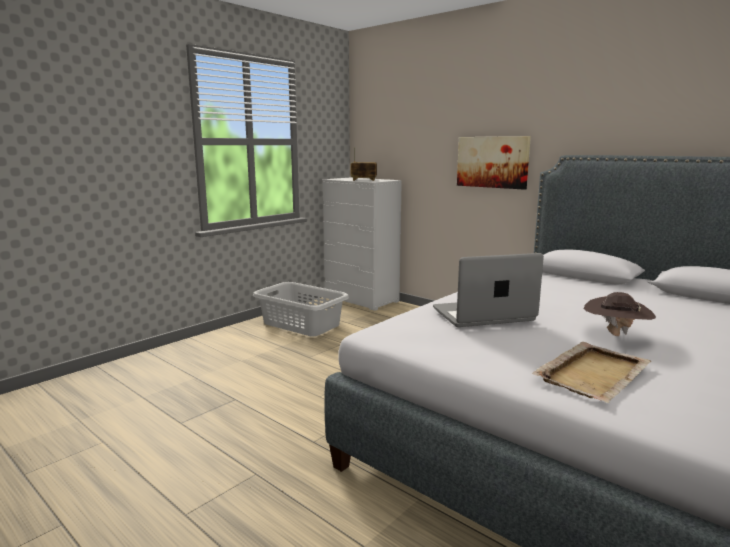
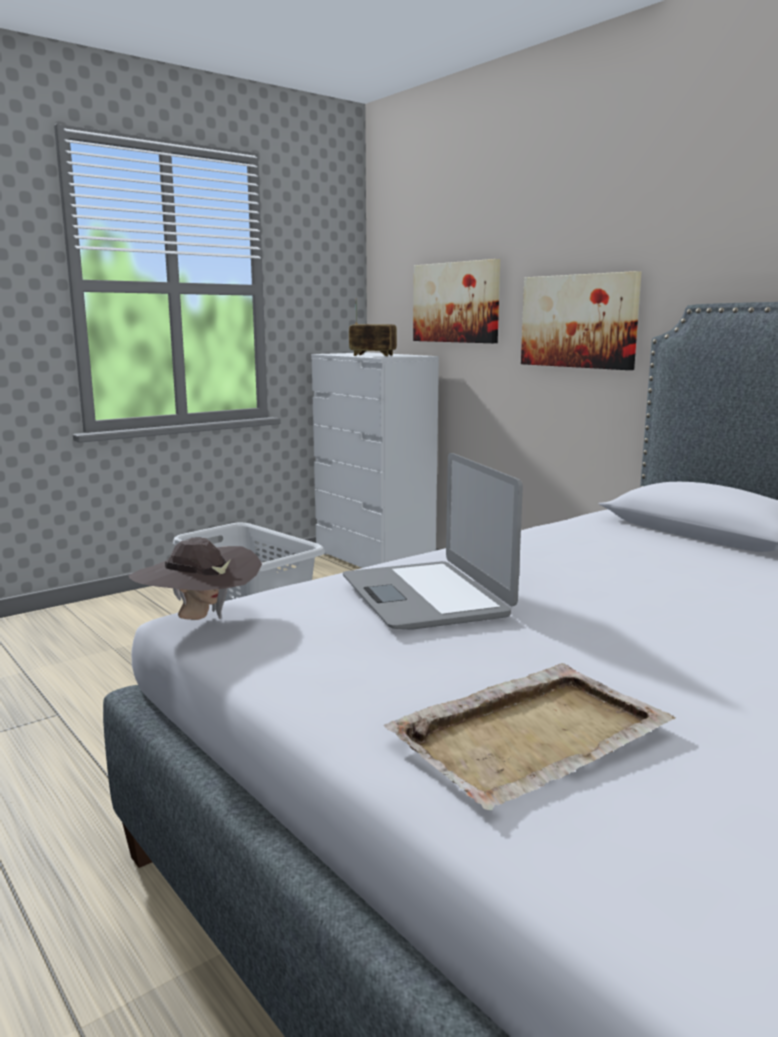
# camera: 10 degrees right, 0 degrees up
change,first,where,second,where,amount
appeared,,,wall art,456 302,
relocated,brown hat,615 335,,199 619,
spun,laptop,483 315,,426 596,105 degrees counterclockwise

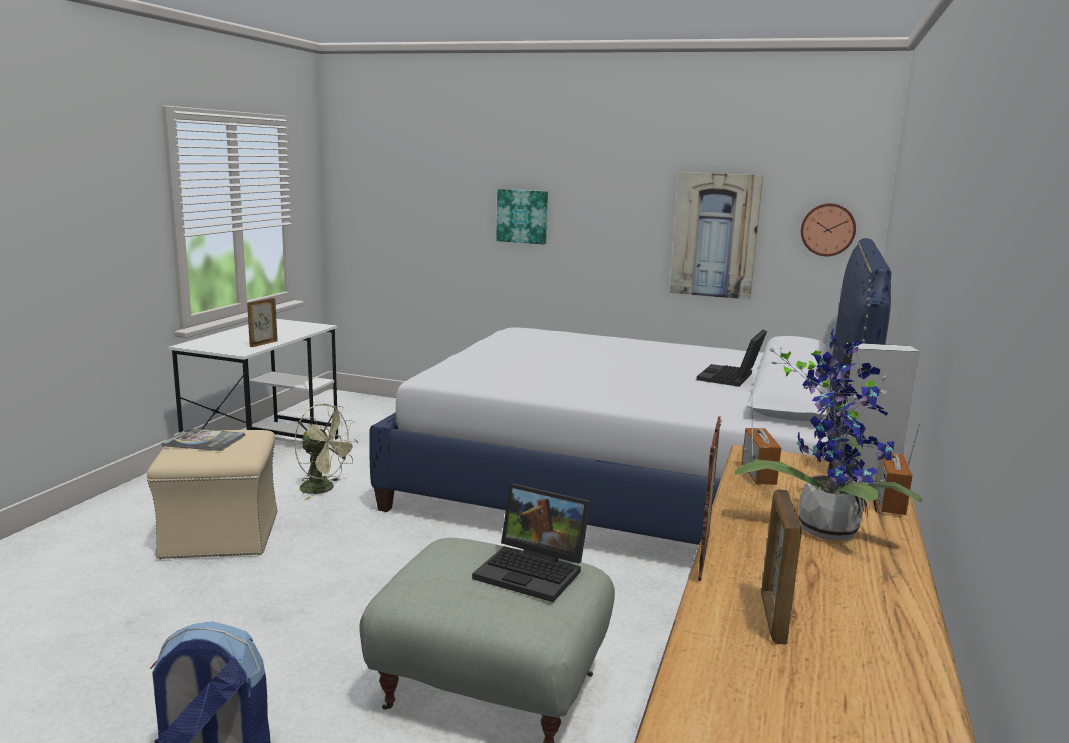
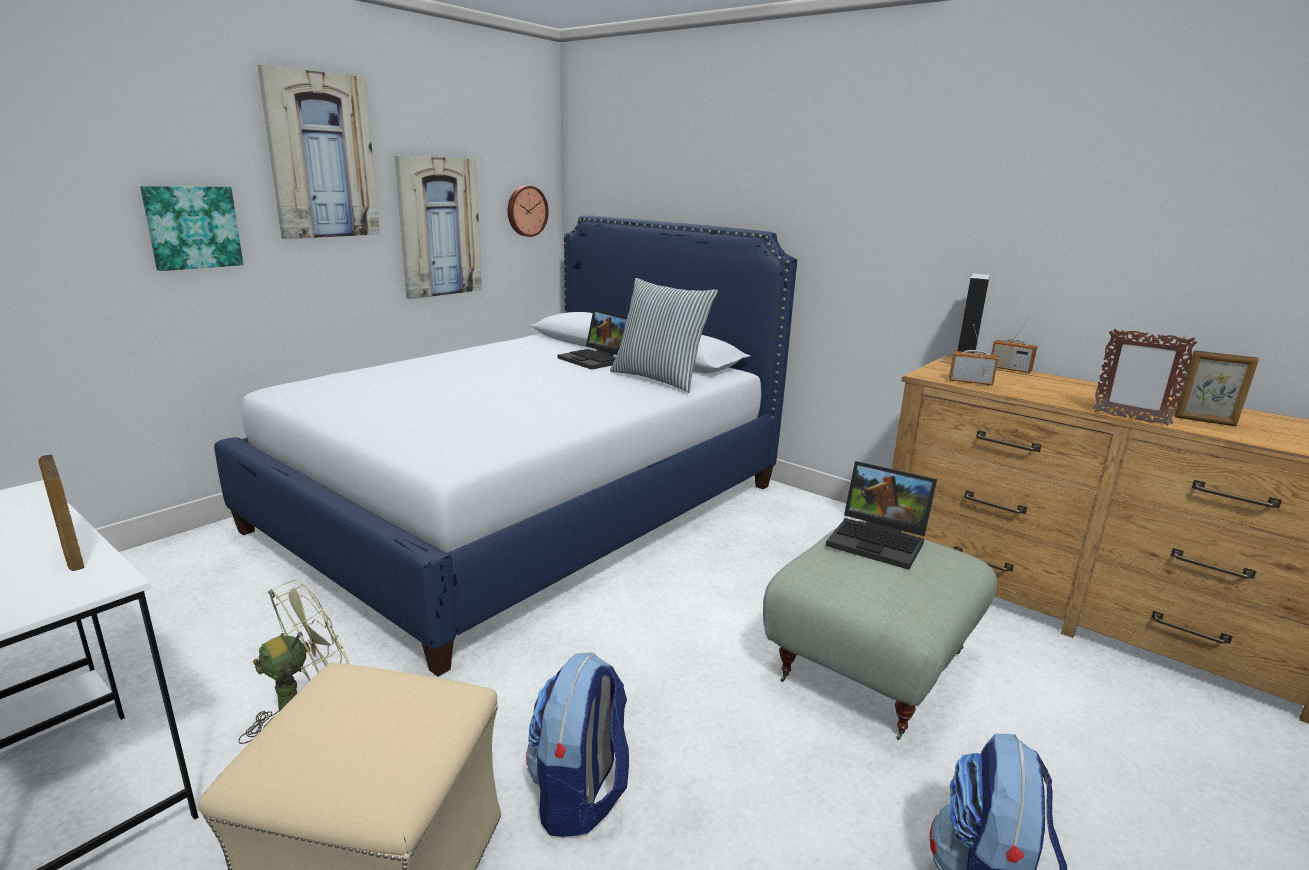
# camera: 70 degrees left, 5 degrees up
change,first,where,second,where,amount
missing,book,204 441,,,
missing,houseplant,825 526,,,
appeared,,,wall art,322 156,
appeared,,,rucksack,580 795,
appeared,,,cushion,659 379,
spun,laptop,534 571,,880 541,75 degrees clockwise

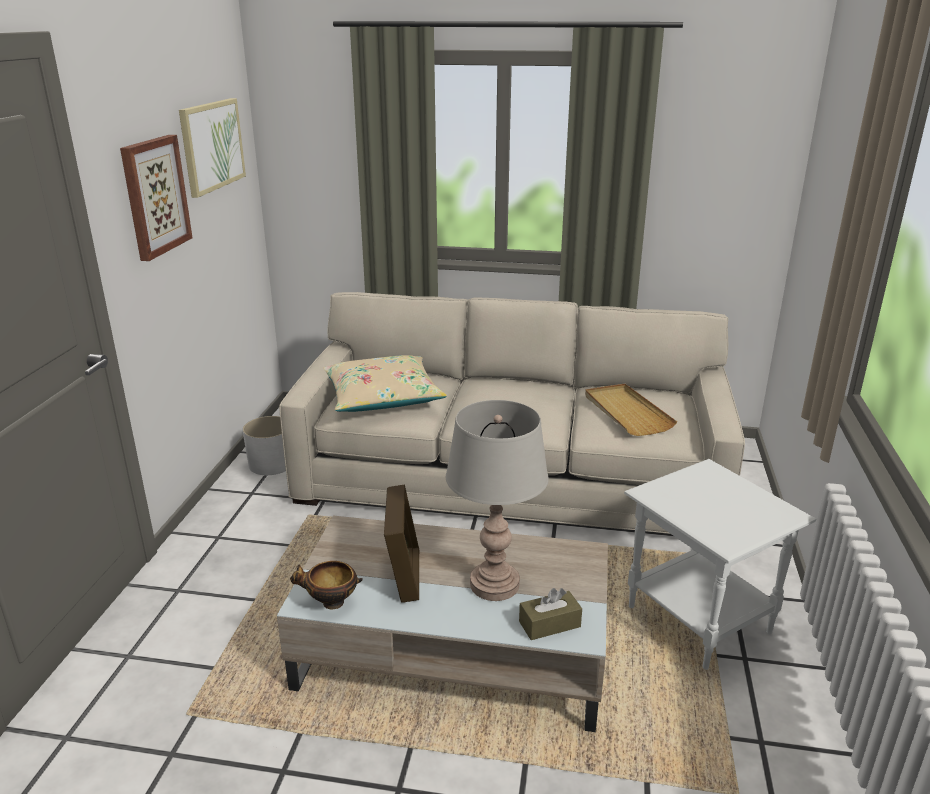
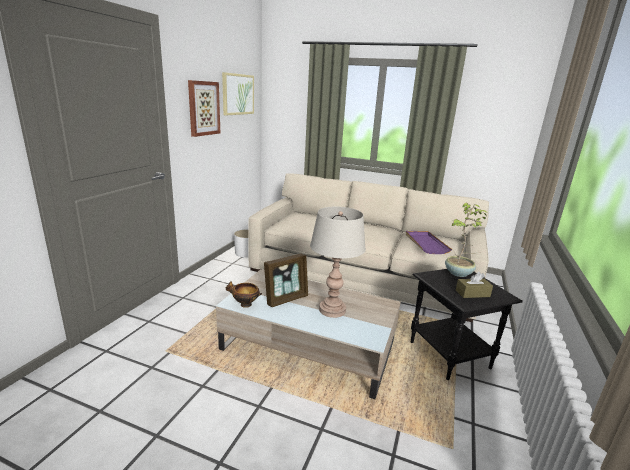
# camera: 10 degrees right, 5 degrees down
change,first,where,second,where,amount
missing,beige-coloured cushion,382 397,,,
appeared,,,houseplant,459 273,
relocated,brown box of tissues,549 624,,472 293,
colour,beige-coloured carrying tray,626 412,purple carrying tray,426 243,
colour,whitish side table,700 621,blackish side table,450 355,
spun,photo frame,404 576,,286 299,45 degrees clockwise

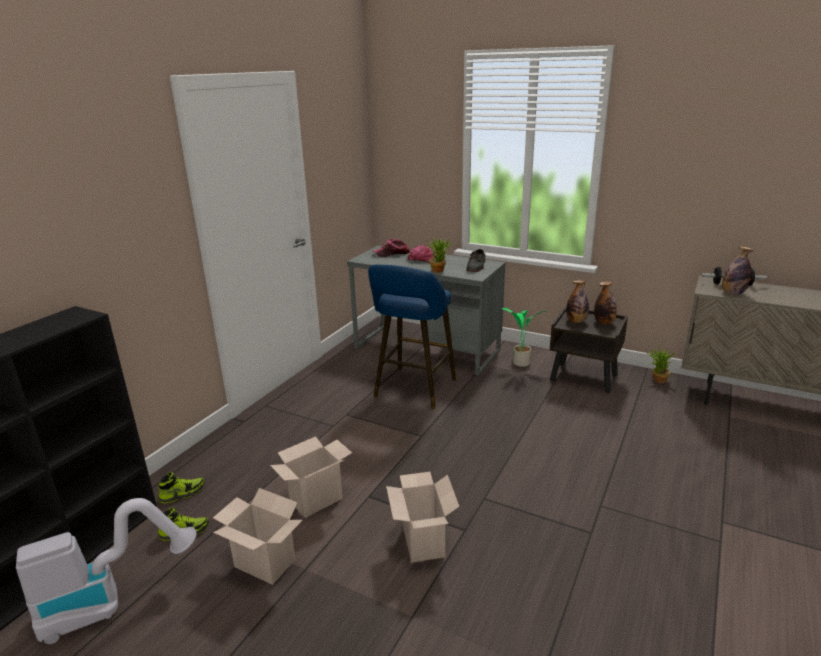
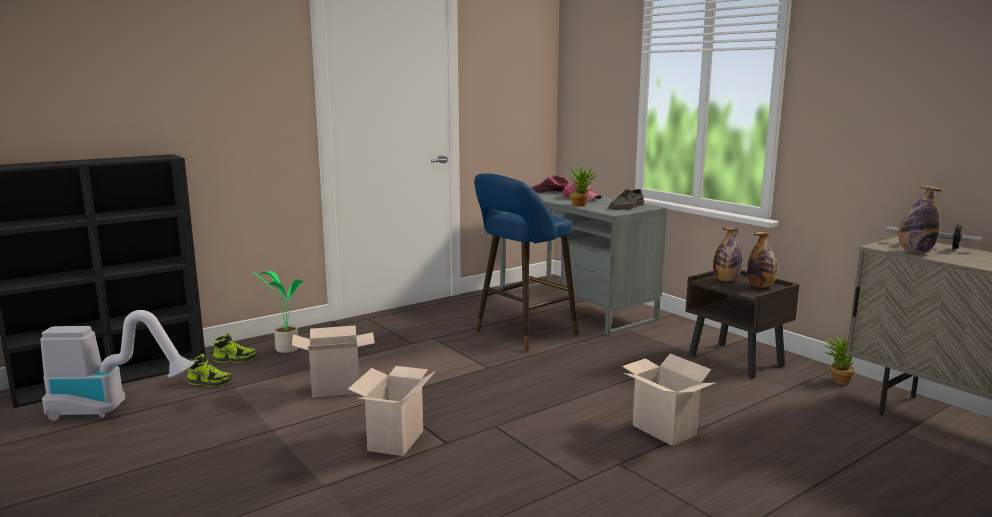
# camera: 25 degrees right, 10 degrees down
change,first,where,second,where,amount
relocated,packing box,262 564,,661 430,
relocated,houseplant,520 363,,285 349,

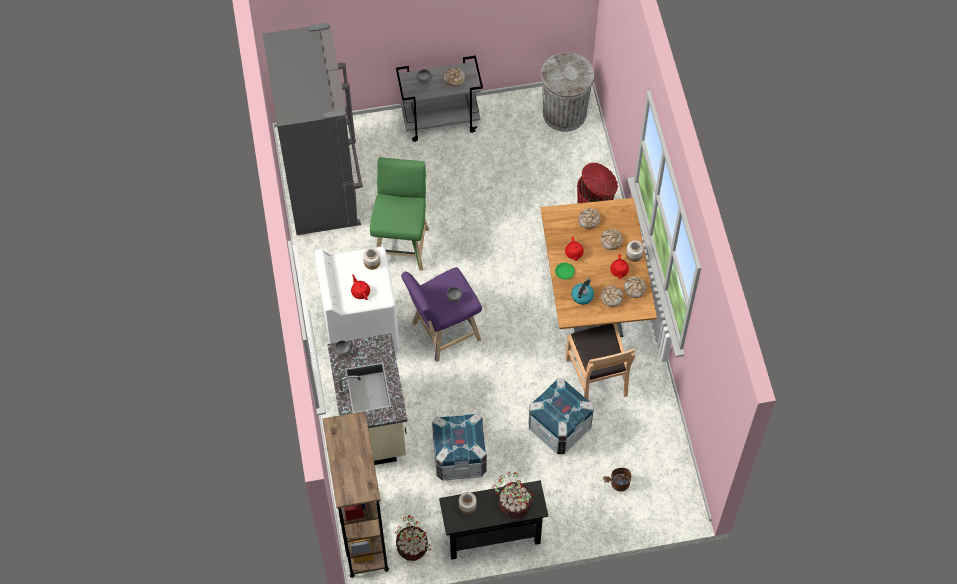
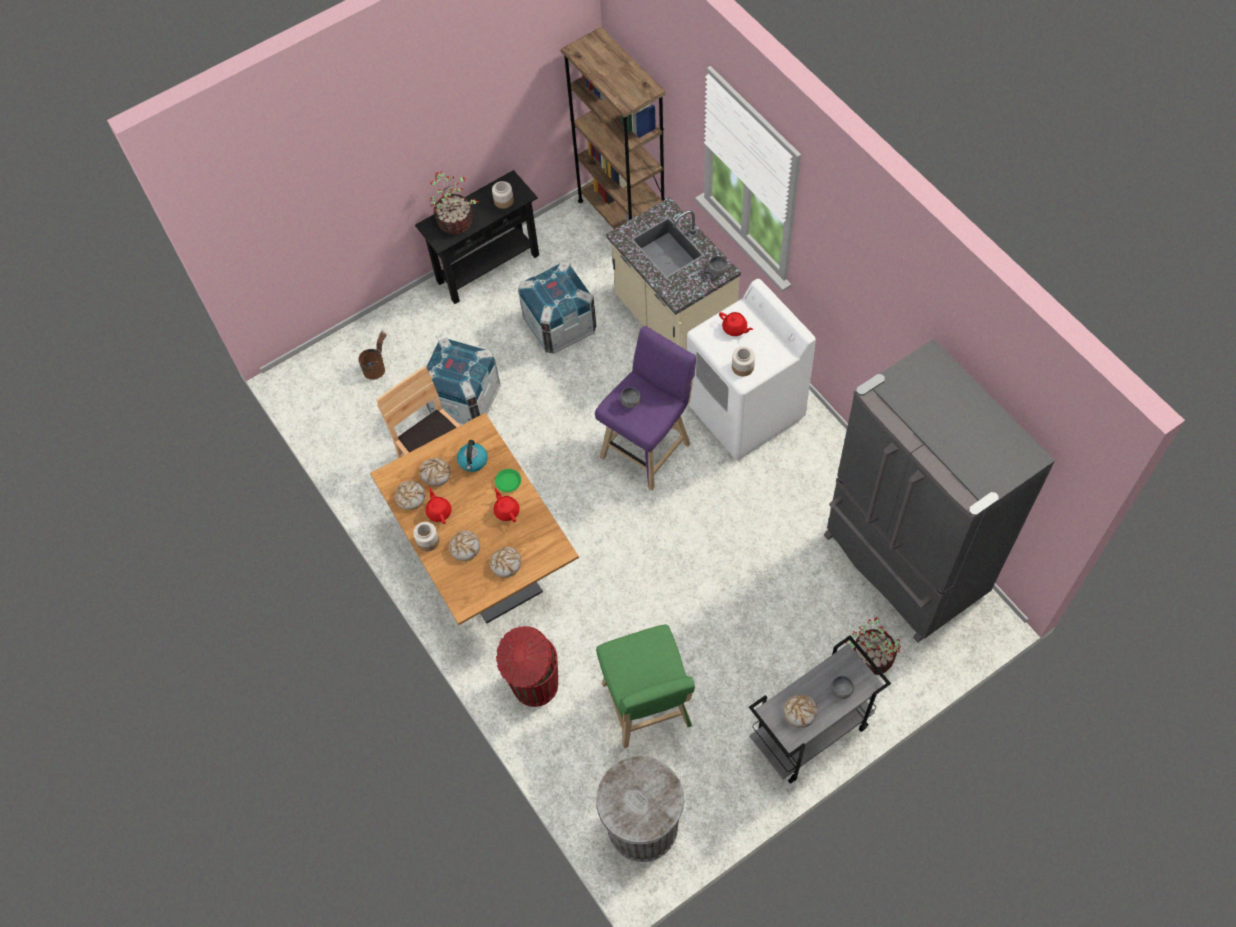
# camera: 160 degrees right, 0 degrees up
change,first,where,second,where,amount
relocated,green-coloured stool,402 243,,648 709,
relocated,houseplant,413 547,,871 656,

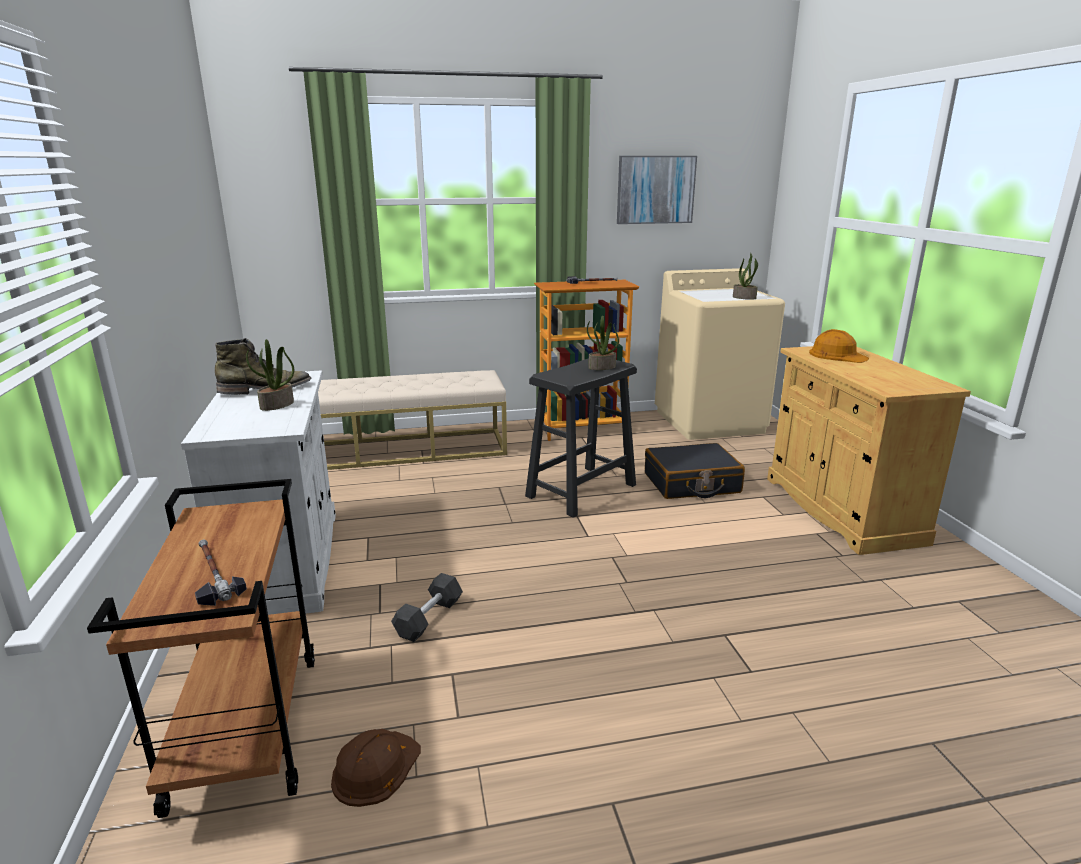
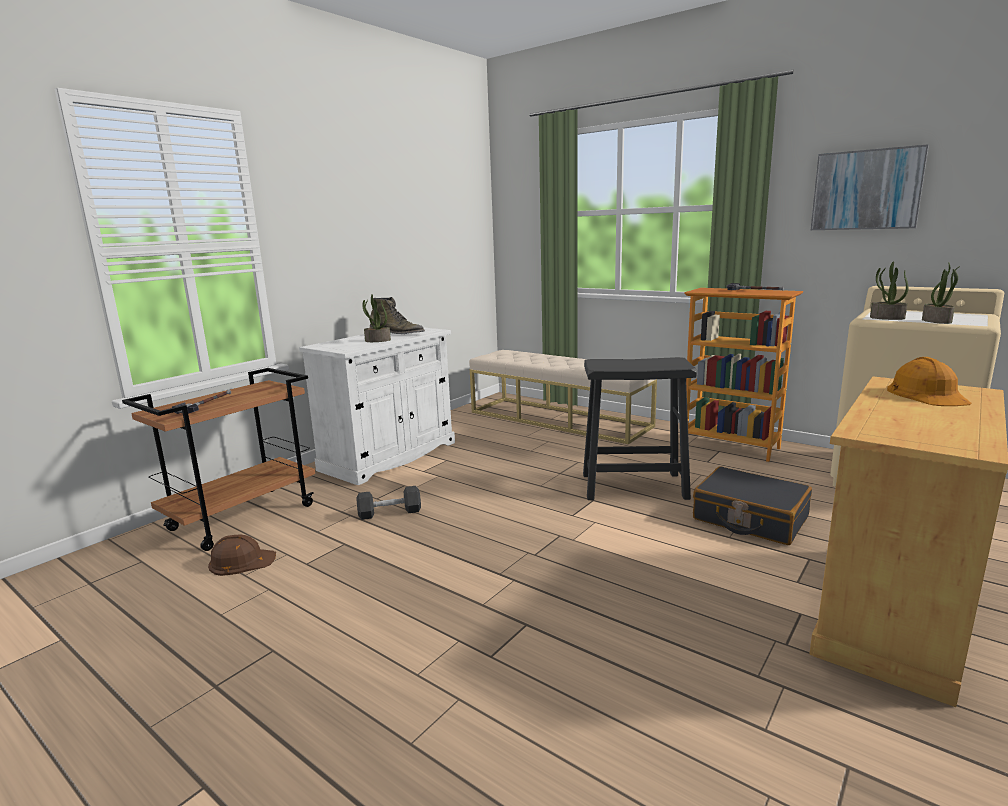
# camera: 50 degrees right, 5 degrees down
change,first,where,second,where,amount
relocated,houseplant,601 367,,886 318,

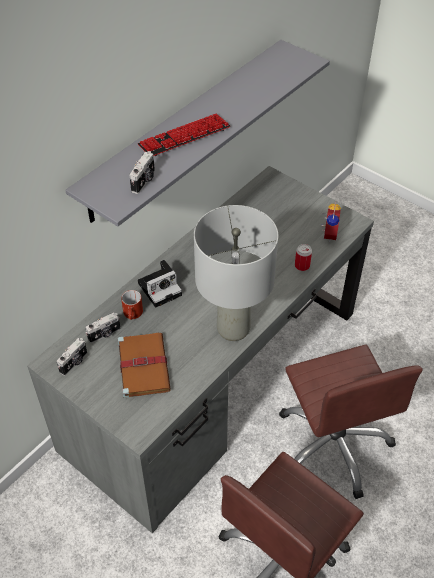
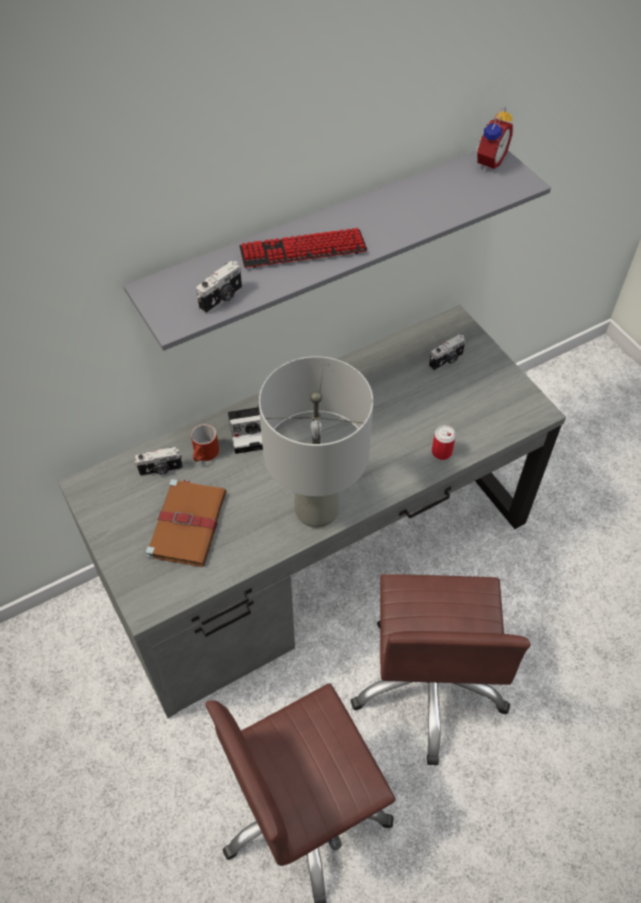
# camera: 20 degrees right, 5 degrees up
change,first,where,second,where,amount
relocated,photo camera,74 363,,447 361,
relocated,table clock,328 234,,488 161,

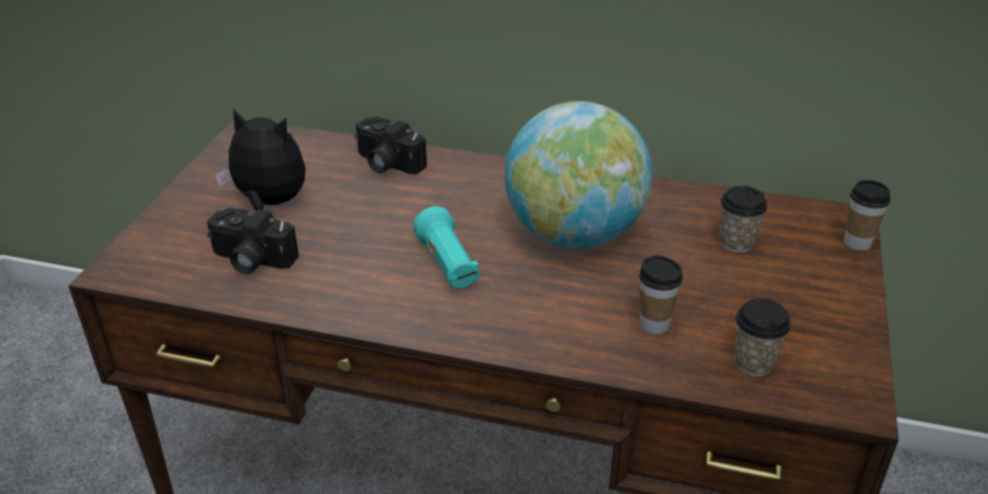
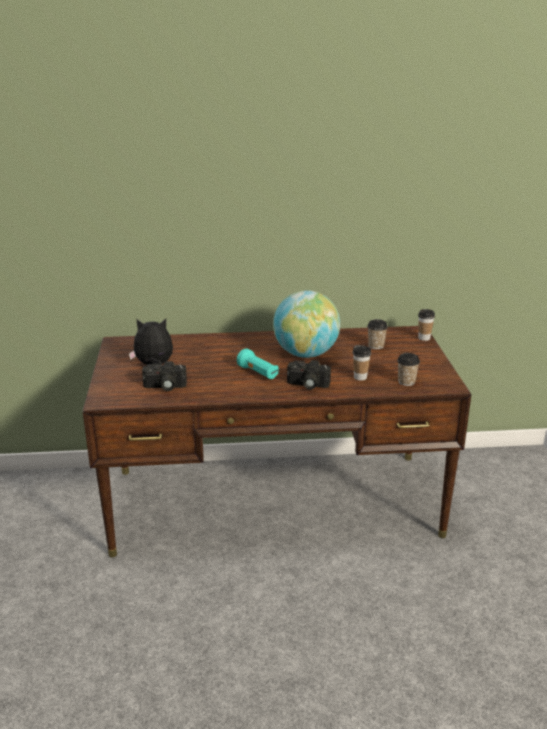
# camera: 20 degrees left, 10 degrees down
change,first,where,second,where,amount
relocated,photo camera,386 163,,307 385,

